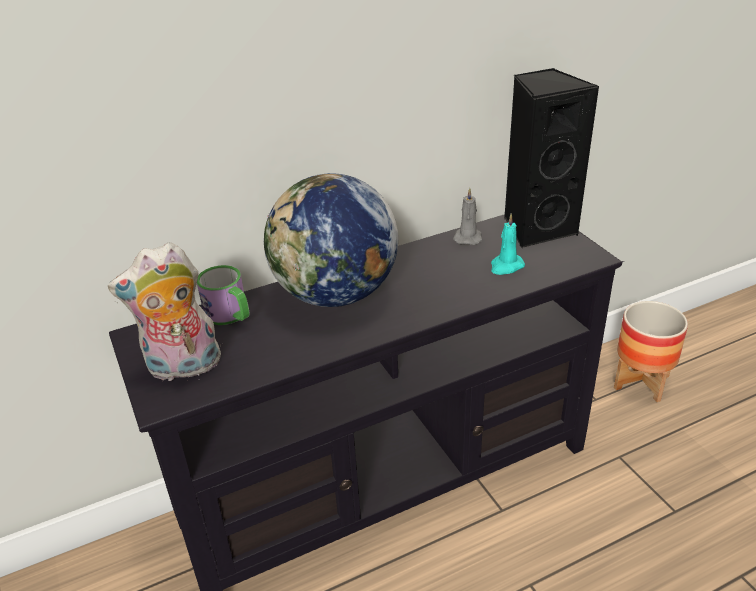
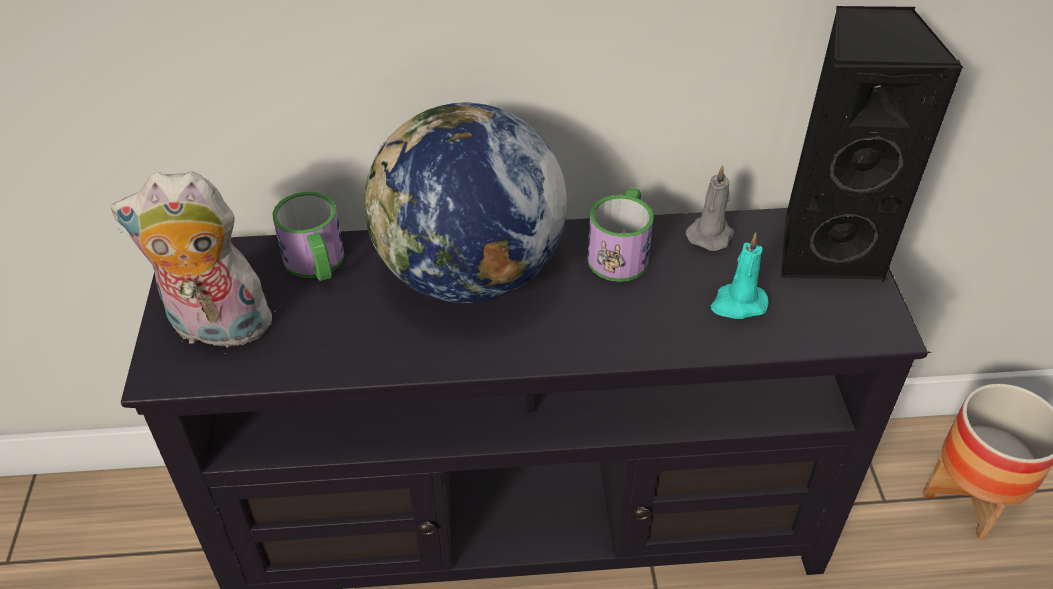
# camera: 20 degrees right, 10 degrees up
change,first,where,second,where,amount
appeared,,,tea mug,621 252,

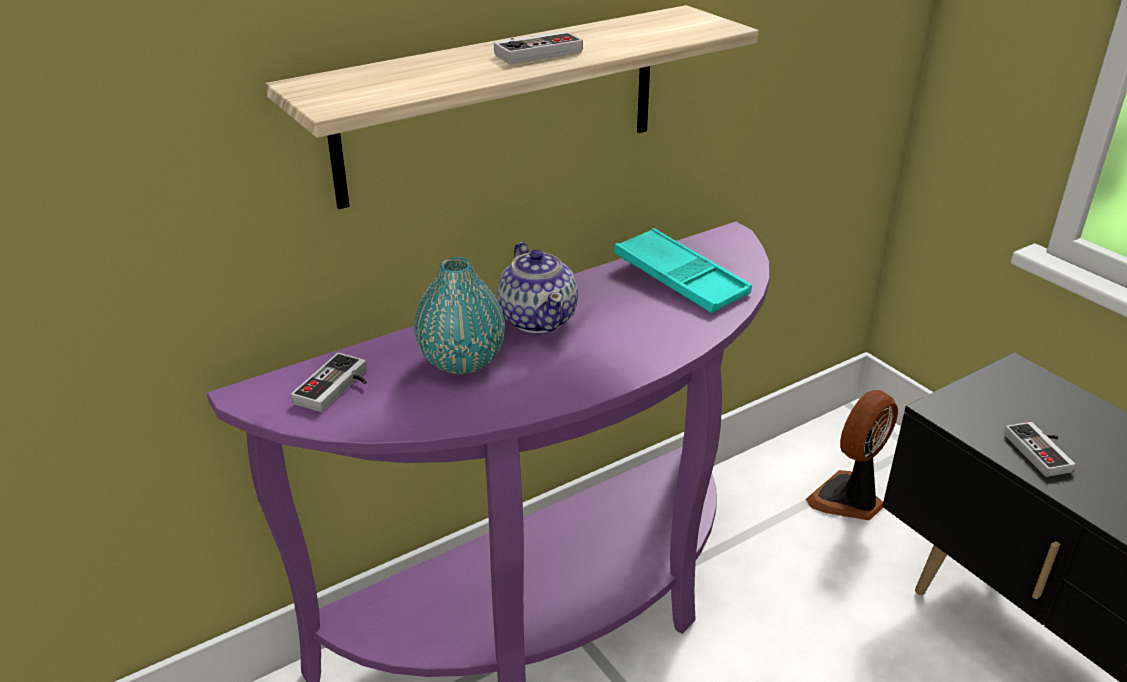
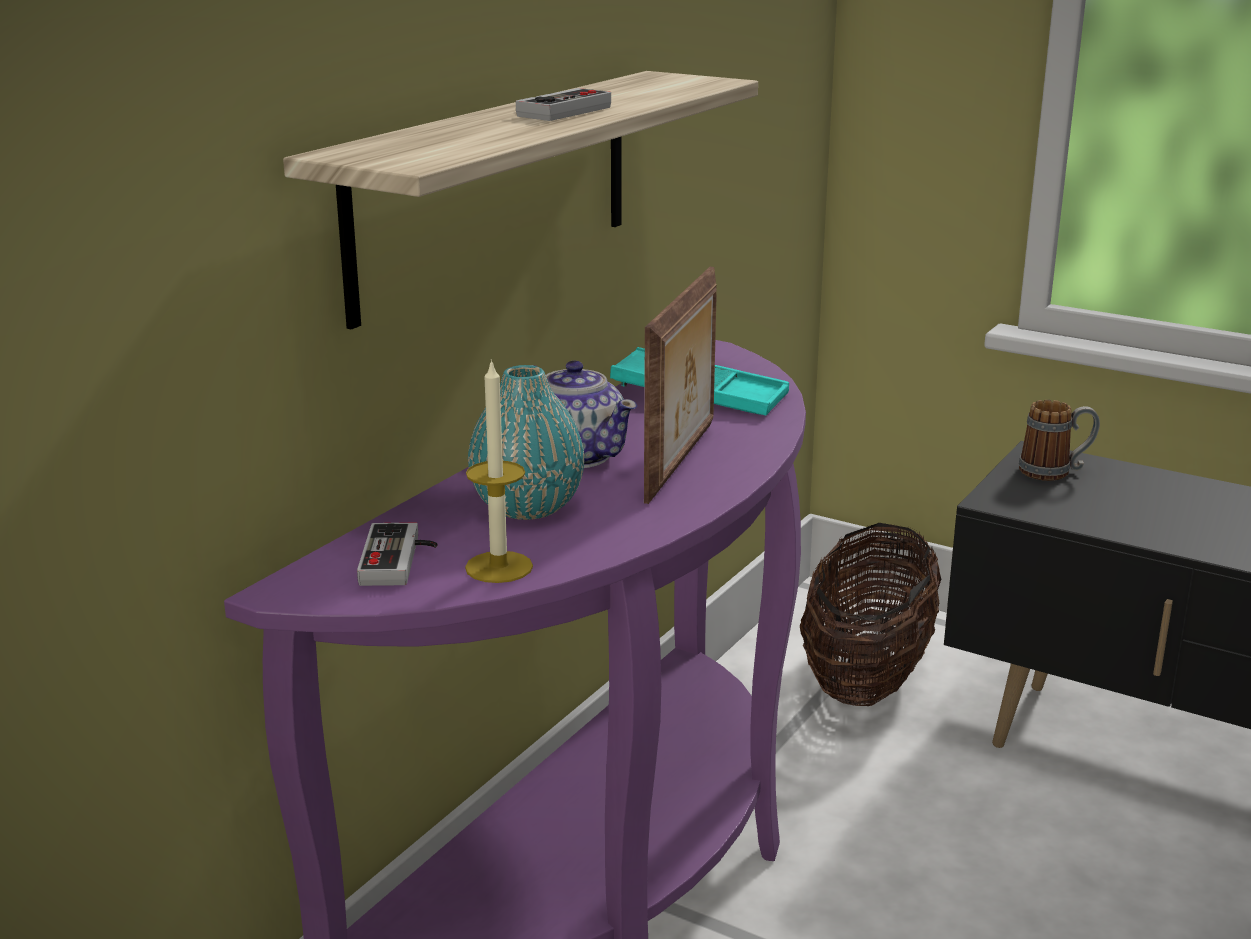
# camera: 25 degrees left, 10 degrees down
change,first,where,second,where,amount
missing,joypad,1043 451,,,
appeared,,,wax candle,499 567,
appeared,,,photo frame,683 462,
appeared,,,tea mug,1055 472,
exchanged,fan,849 500,storage basket,867 678,

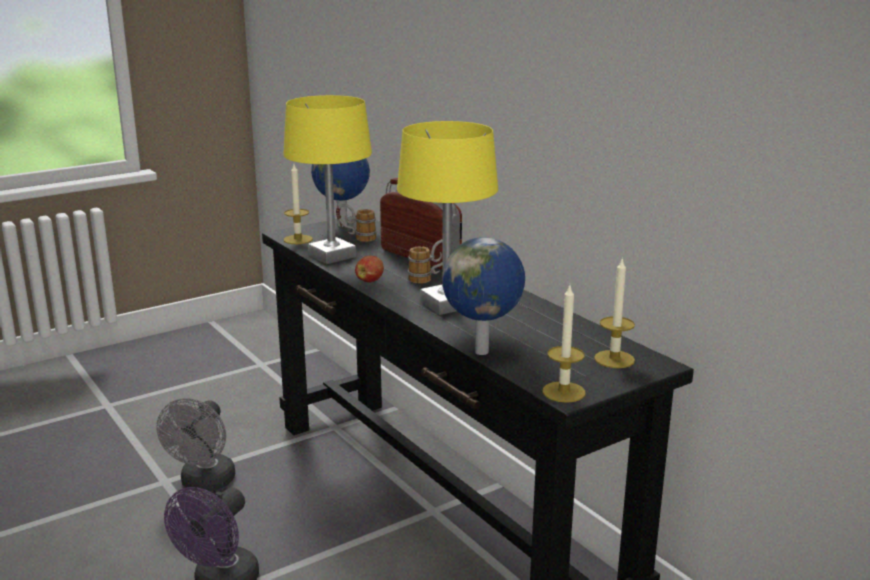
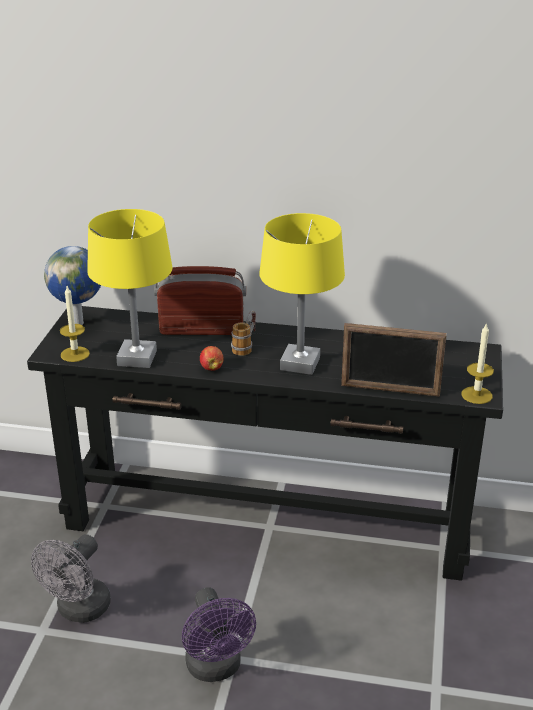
# camera: 45 degrees left, 10 degrees up
change,first,where,second,where,amount
missing,tea mug,356 238,,,
missing,wax candle,614 359,,,
exchanged,world globe,483 352,photo frame,390 390,
spun,grey fan,204 483,,79 611,60 degrees clockwise

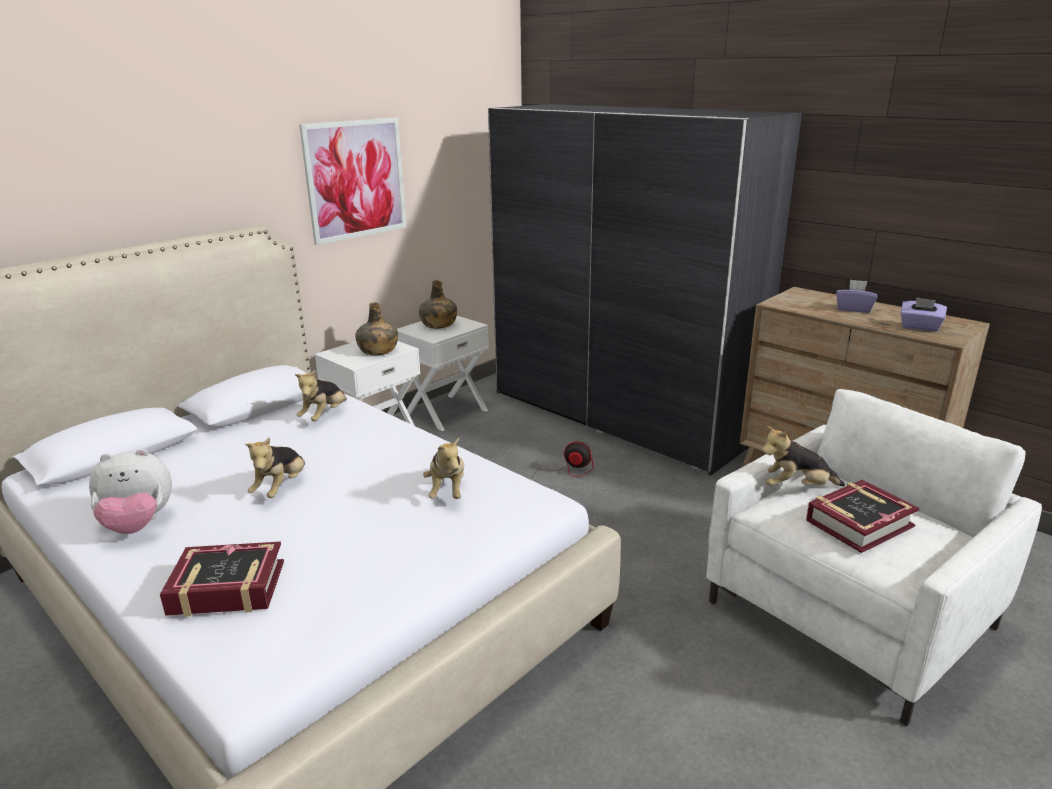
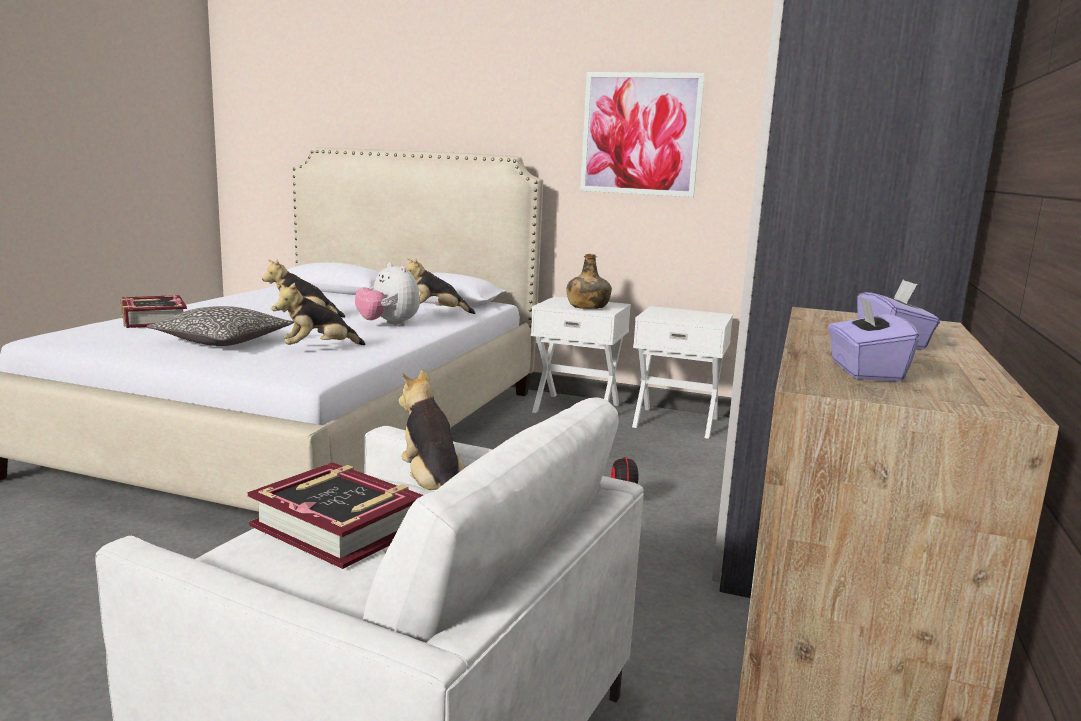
# camera: 65 degrees right, 10 degrees down
change,first,where,second,where,amount
missing,green-coloured bottle,438 324,,,
appeared,,,cushion,223 341,
relocated,cuddly toy,138 525,,388 325,

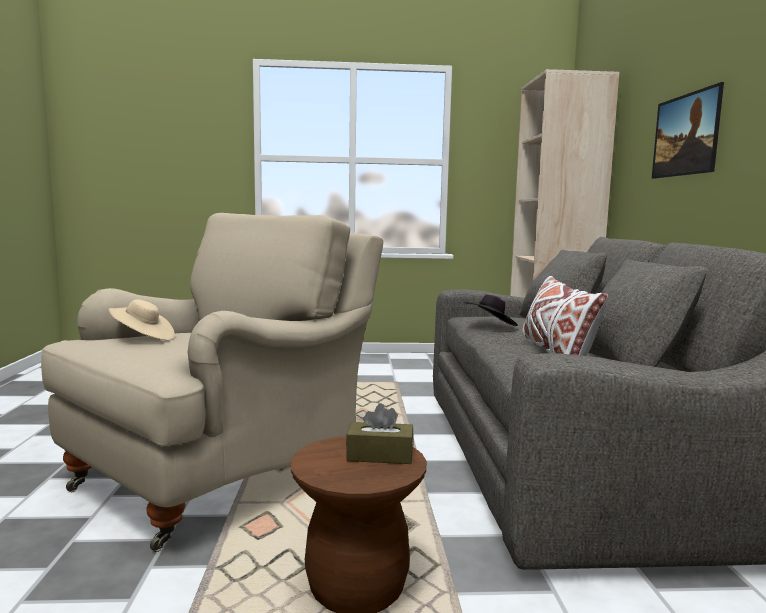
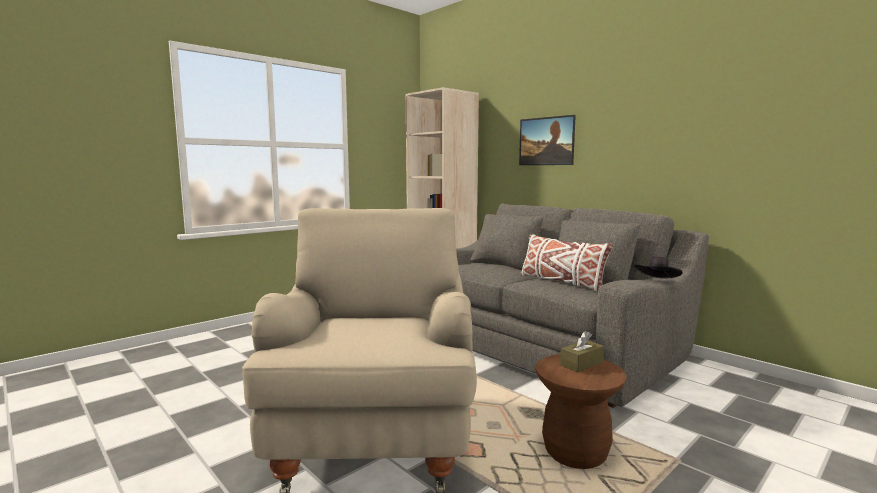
# camera: 40 degrees left, 0 degrees up
change,first,where,second,where,amount
missing,beige-coloured hat,143 338,,,
relocated,blackish hat,490 326,,657 281,

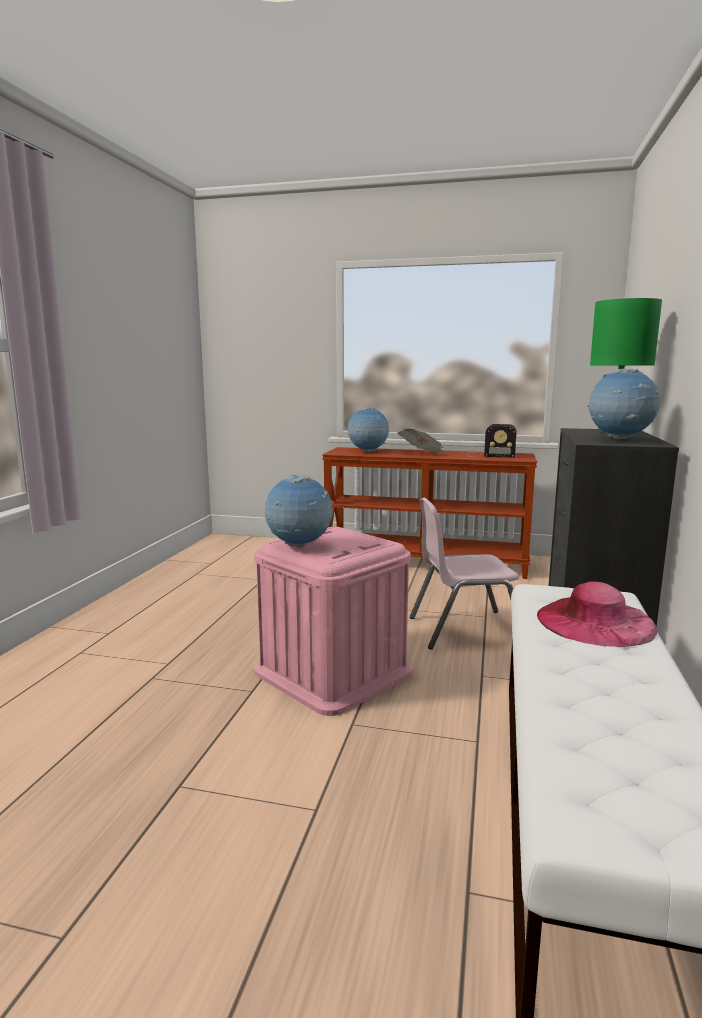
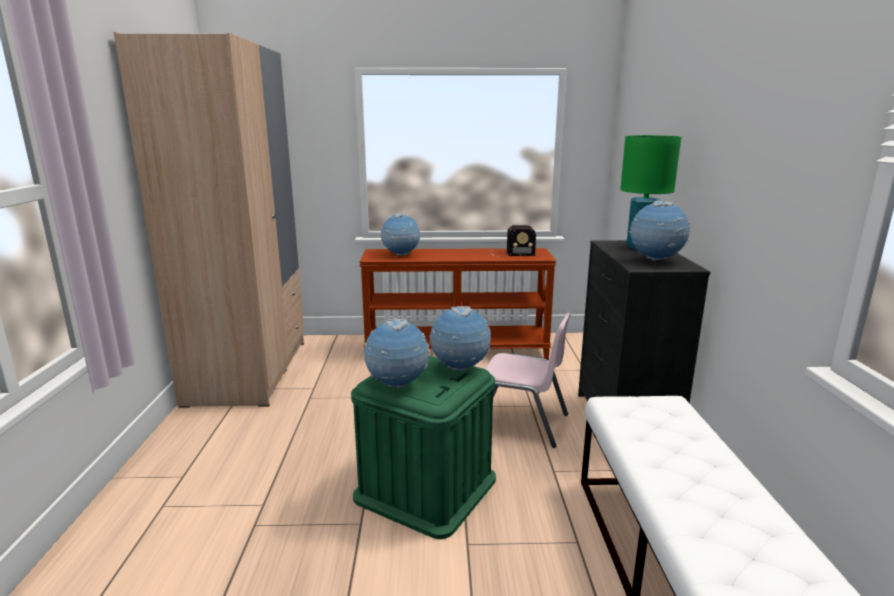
# camera: 15 degrees left, 5 degrees up
change,first,where,second,where,amount
missing,newspaper,422 454,,,
missing,pink hat,595 621,,,
appeared,,,beige-coloured wardrobe,249 371,
appeared,,,world globe,460 369,
colour,pink storage bin,333 671,green-coloured storage bin,426 488,
spun,pink chair,464 629,,520 422,135 degrees counterclockwise

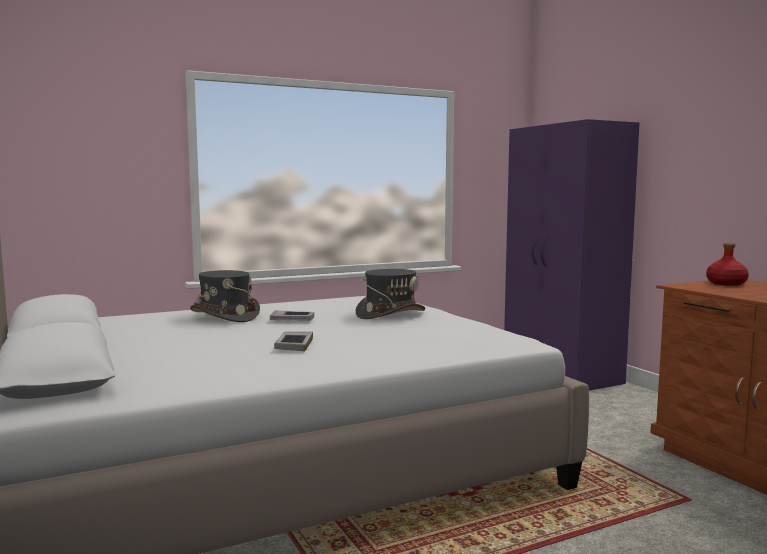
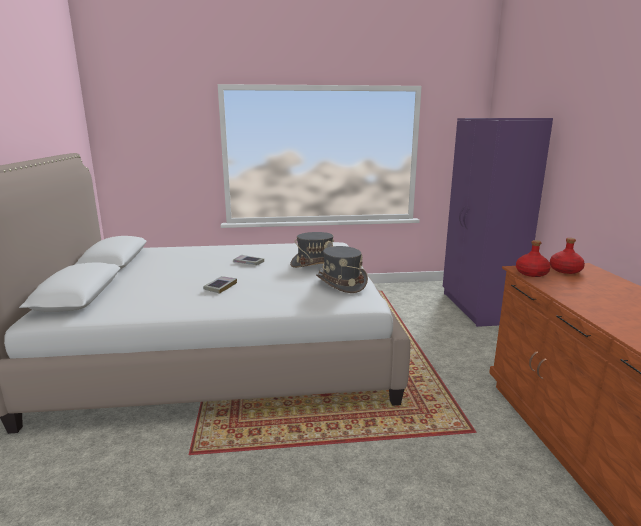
# camera: 20 degrees right, 10 degrees up
change,first,where,second,where,amount
appeared,,,red bottle,531 273,
relocated,grey hat,225 316,,341 283,

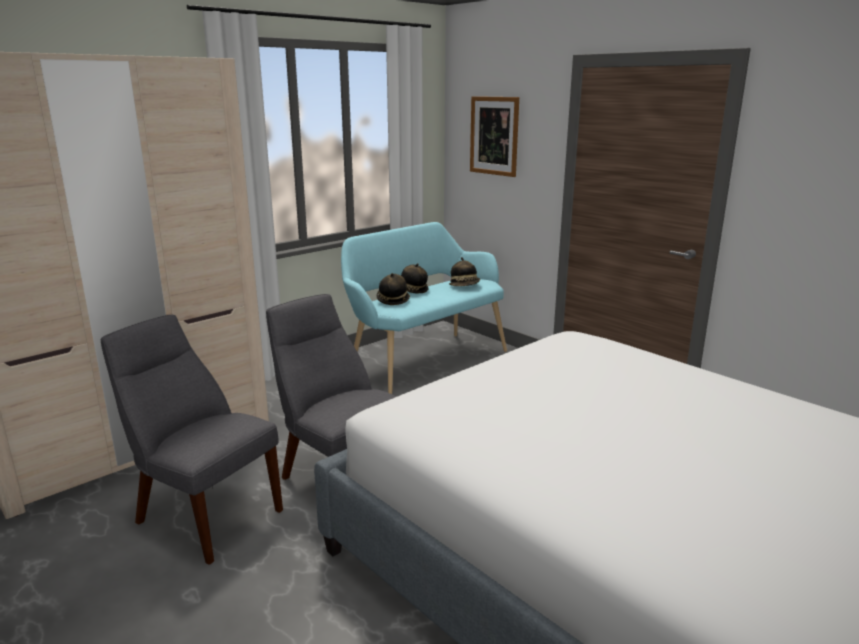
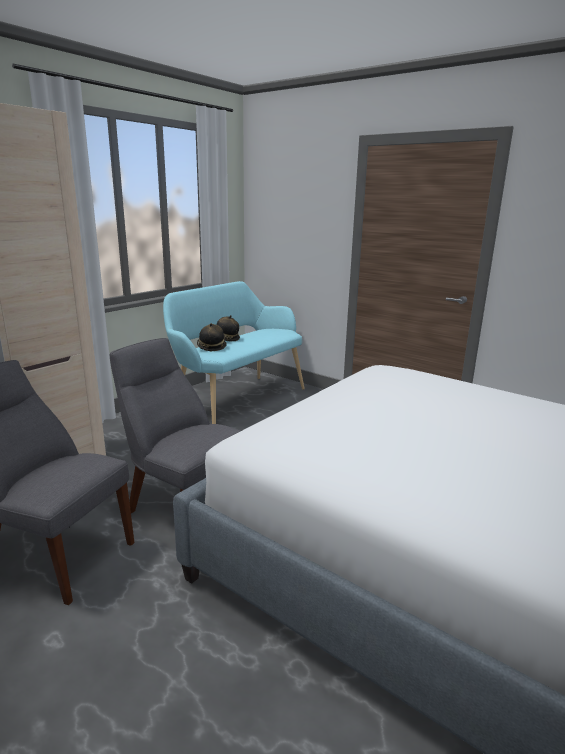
# camera: 10 degrees left, 0 degrees up
change,first,where,second,where,amount
missing,hat,465 286,,,
missing,wall art,494 136,,,

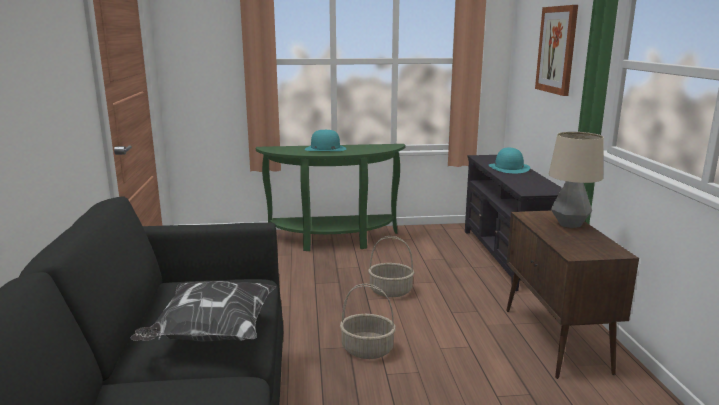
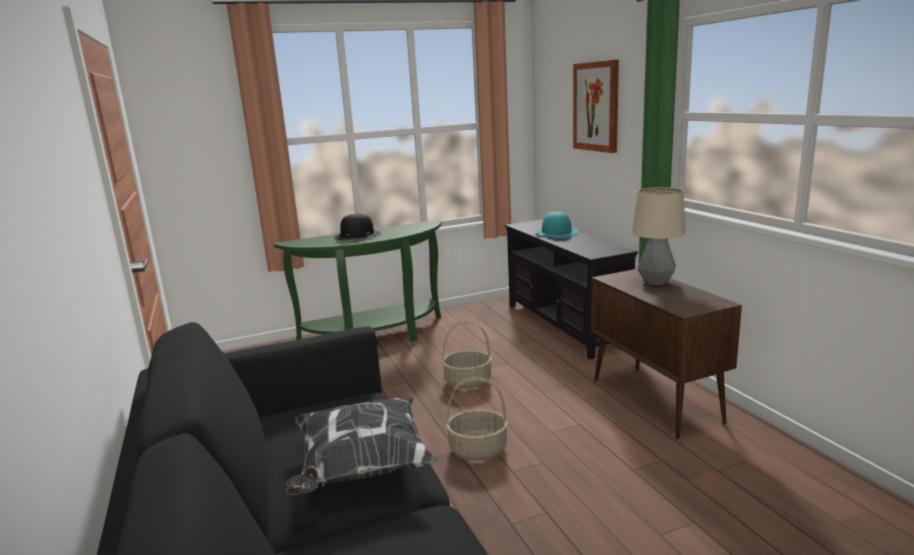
# camera: 15 degrees left, 0 degrees up
change,first,where,second,where,amount
colour,turquoise hat,325 149,blackish hat,357 235,

